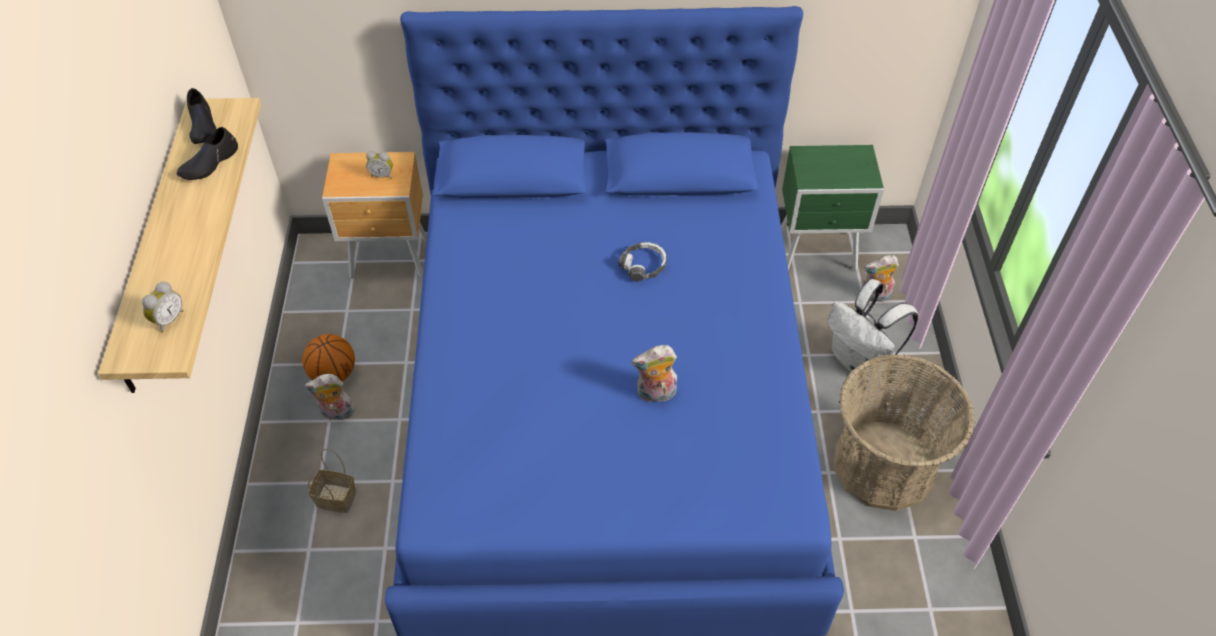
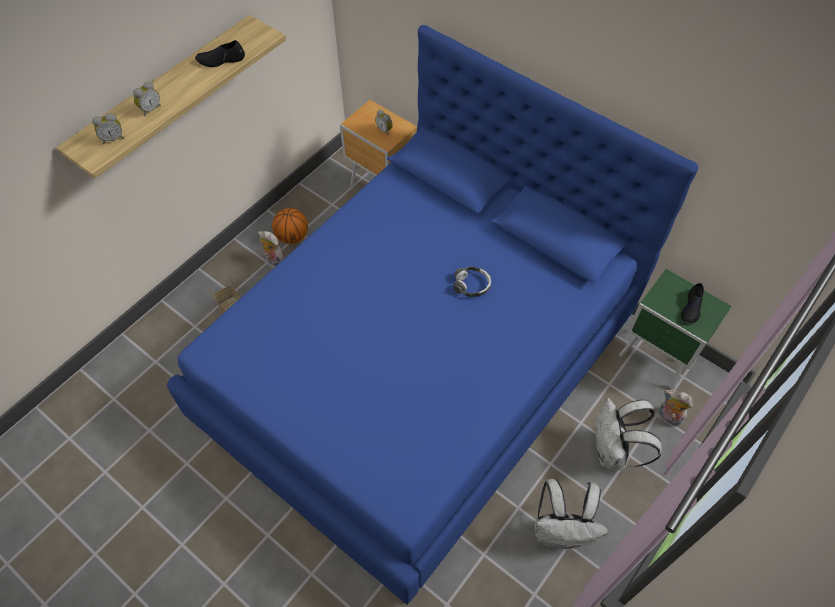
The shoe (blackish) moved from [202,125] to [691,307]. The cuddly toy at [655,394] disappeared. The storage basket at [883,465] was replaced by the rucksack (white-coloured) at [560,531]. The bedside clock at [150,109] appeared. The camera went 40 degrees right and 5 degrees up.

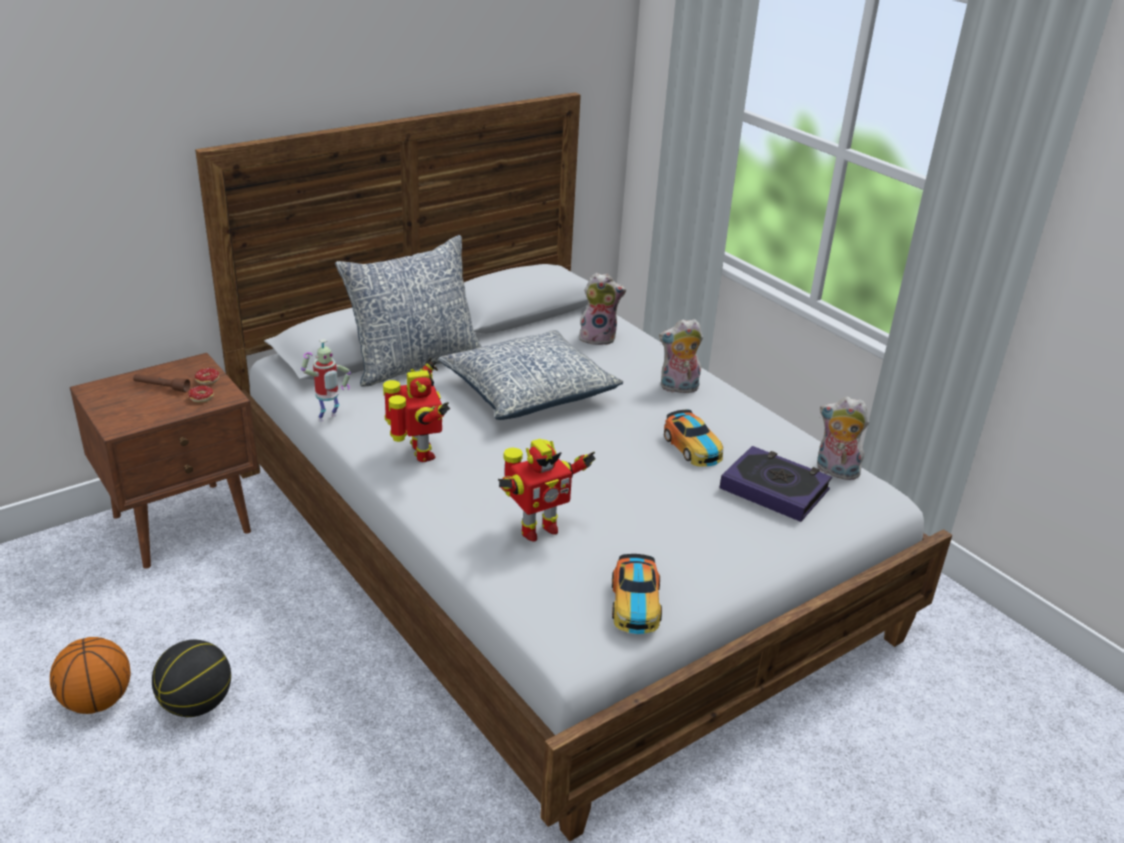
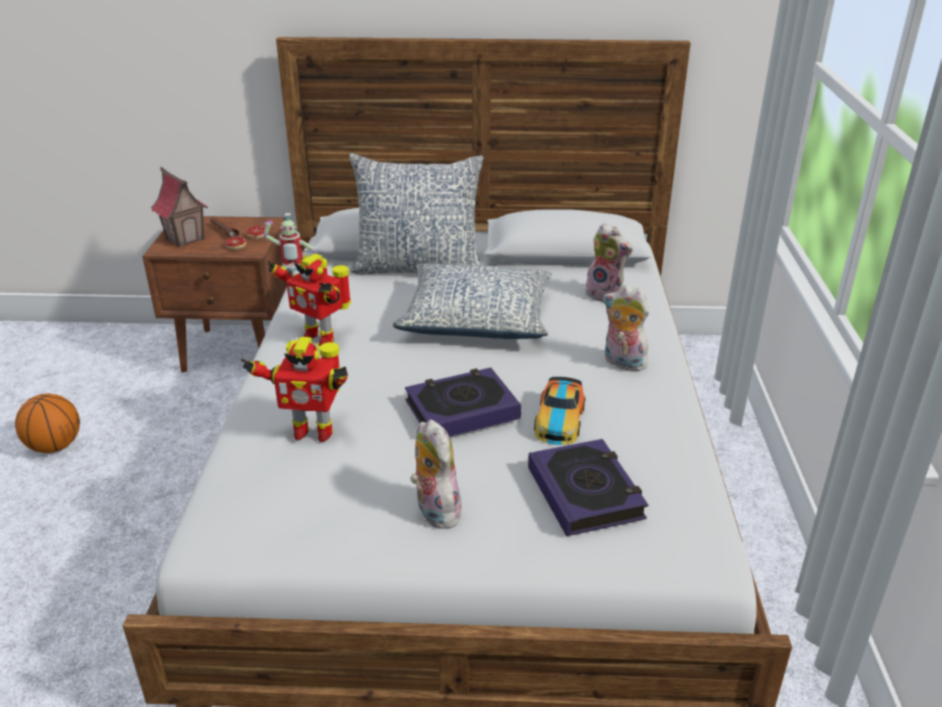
The basketball ball at [197,704] disappeared. The robot figure at [419,453] turned 105 degrees clockwise. The miniature car at [635,603] disappeared. The cuddly toy moved from [835,471] to [434,511]. The toy house at [185,238] appeared. The volume at [462,410] appeared. The camera went 40 degrees right and 0 degrees up.

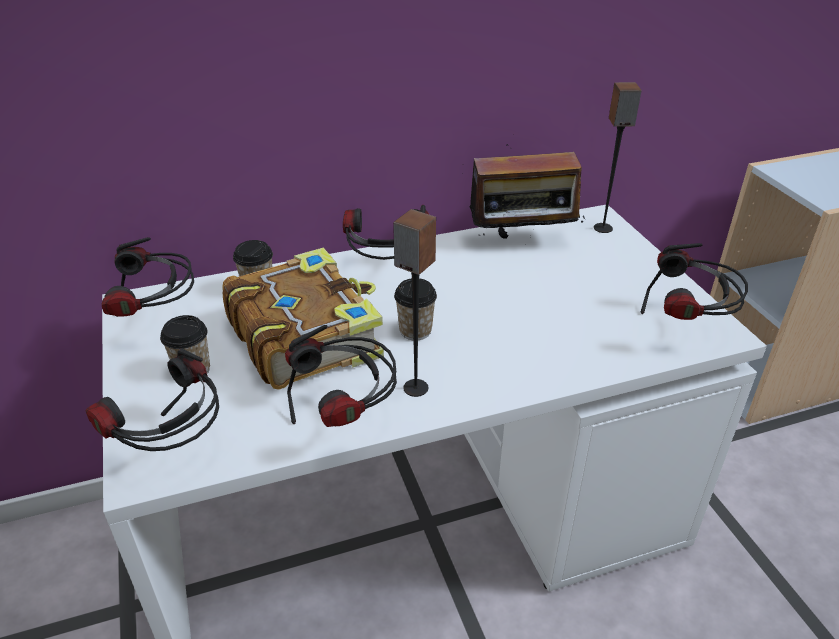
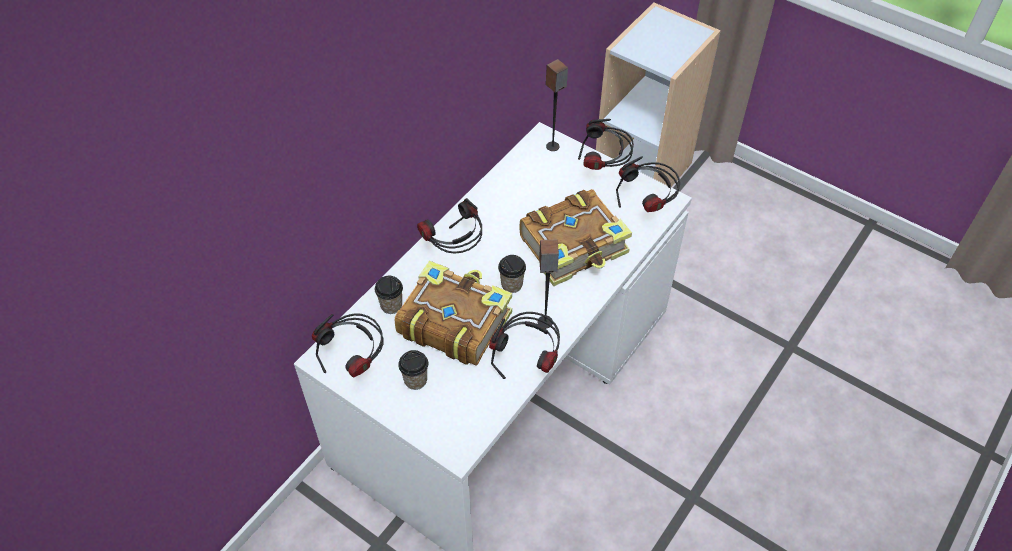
The headphones moved from [174,450] to [603,168]. The radio receiver at [522,242] disappeared. The volume at [575,246] appeared. The camera went 35 degrees left and 15 degrees up.

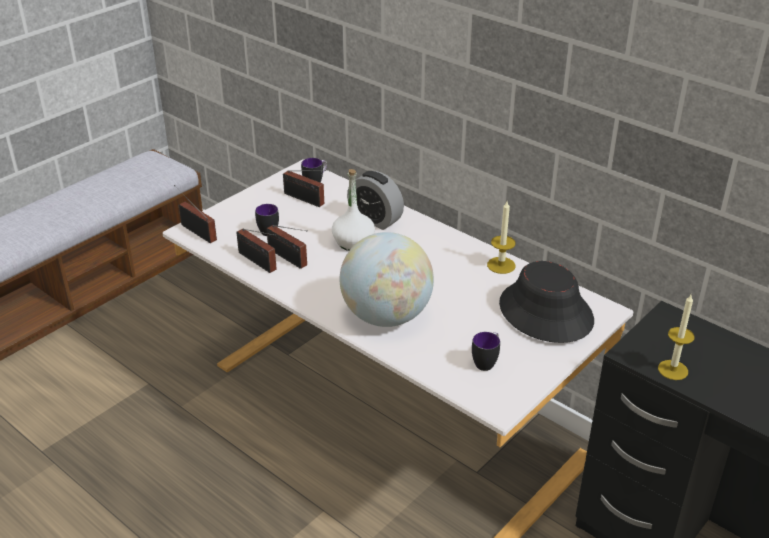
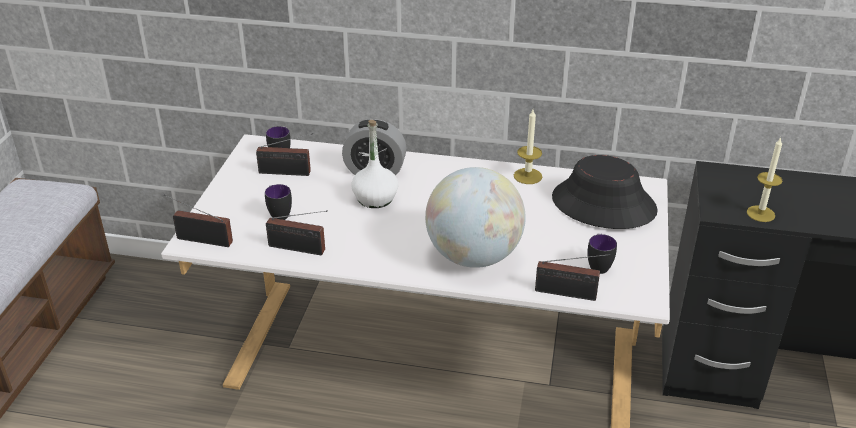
The radio receiver moved from [289,258] to [569,294]. The camera went 30 degrees left and 0 degrees up.

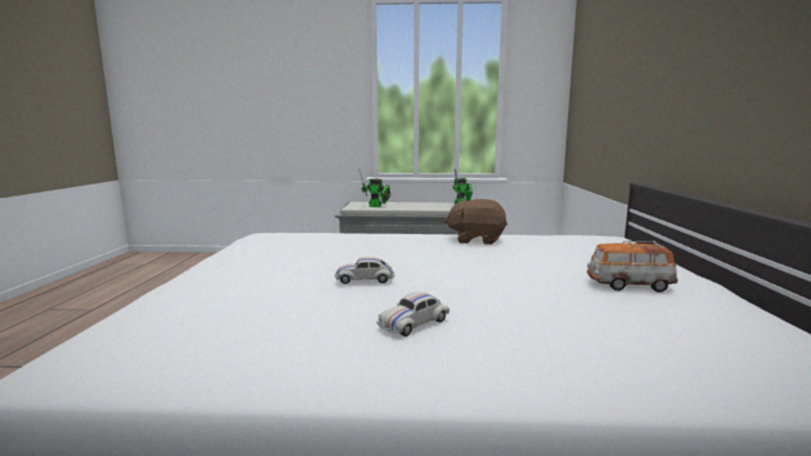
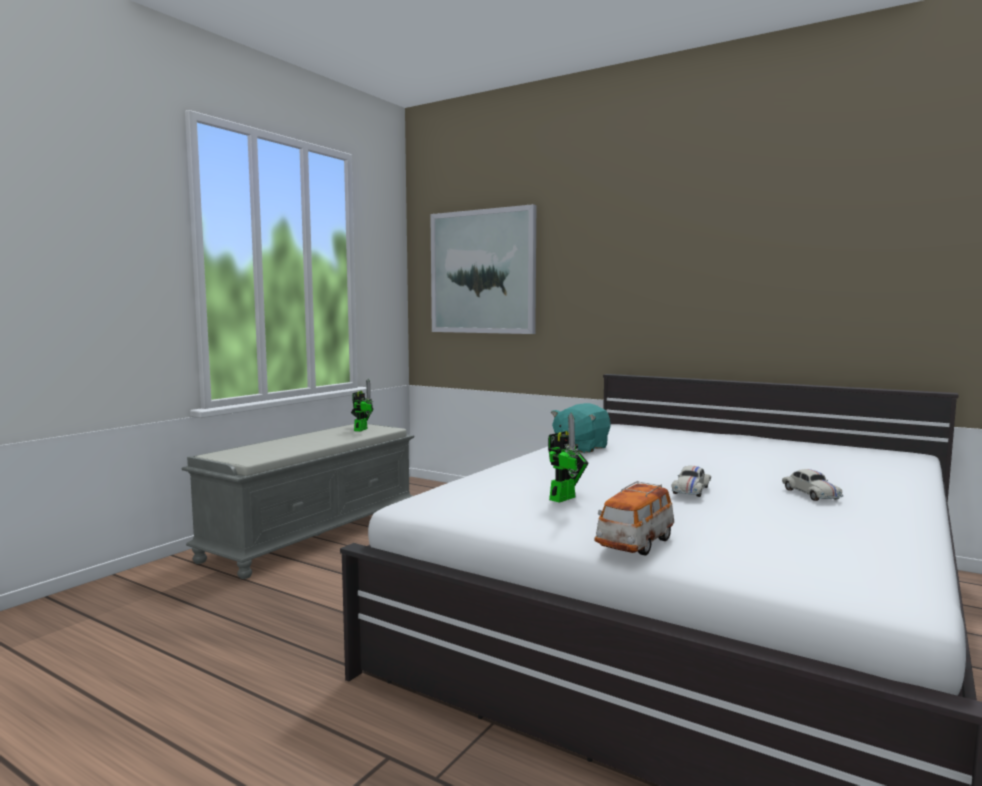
The robot figure moved from [377,206] to [565,497]. The cuddly toy (brownish) at [476,240] became the cuddly toy (turquoise-coloured) at [580,448]. The miniature car moved from [629,285] to [635,544]. The wall picture at [482,272] appeared. The camera went 60 degrees left and 5 degrees down.

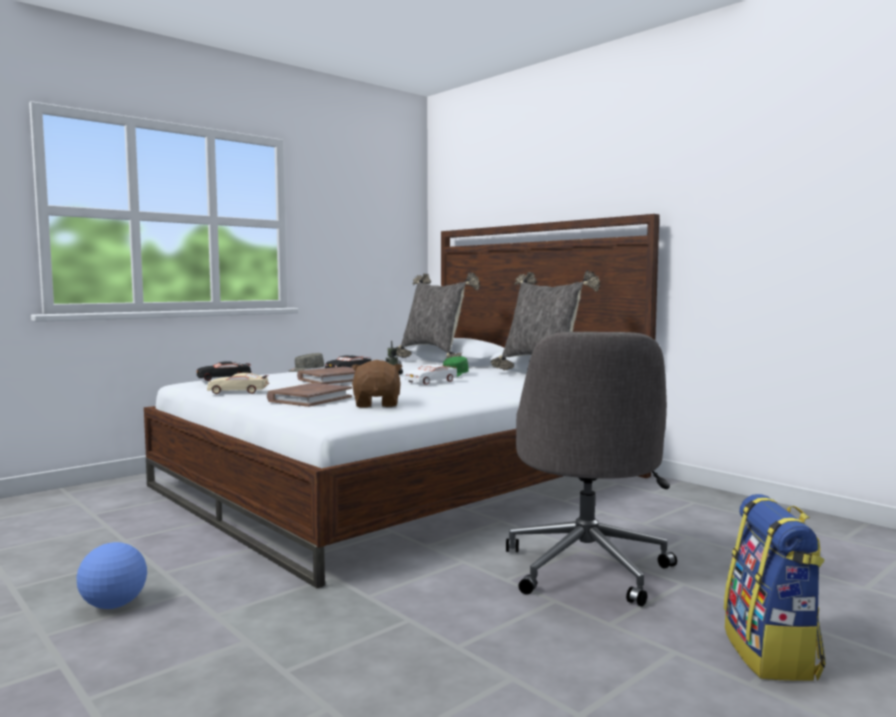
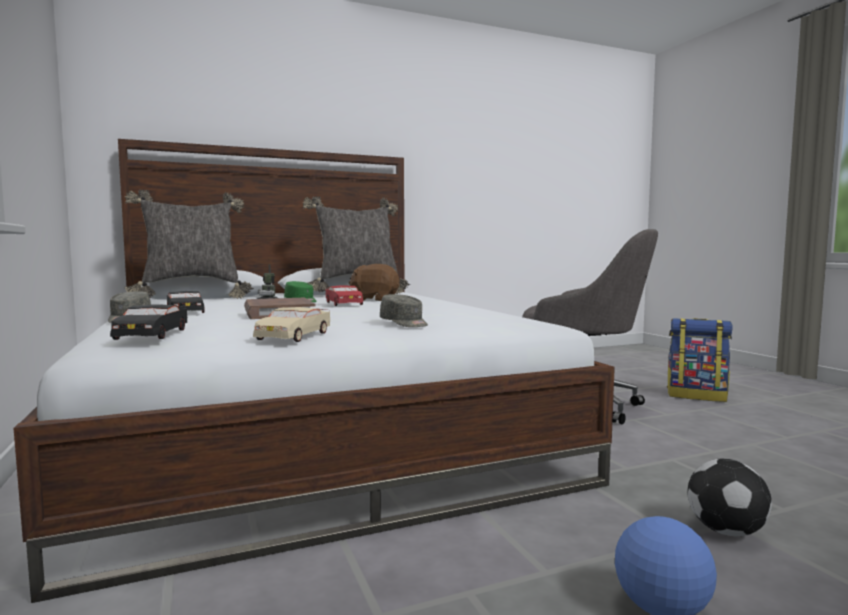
The volume (brownish) at [310,399] was replaced by the baseball cap (gray) at [404,323]. The cuddly toy (brownish) moved from [377,404] to [375,299]. The miniature car (white-coloured) at [431,381] became the miniature car (reddish) at [344,303]. The football at [727,531] appeared. The camera went 70 degrees left and 0 degrees up.

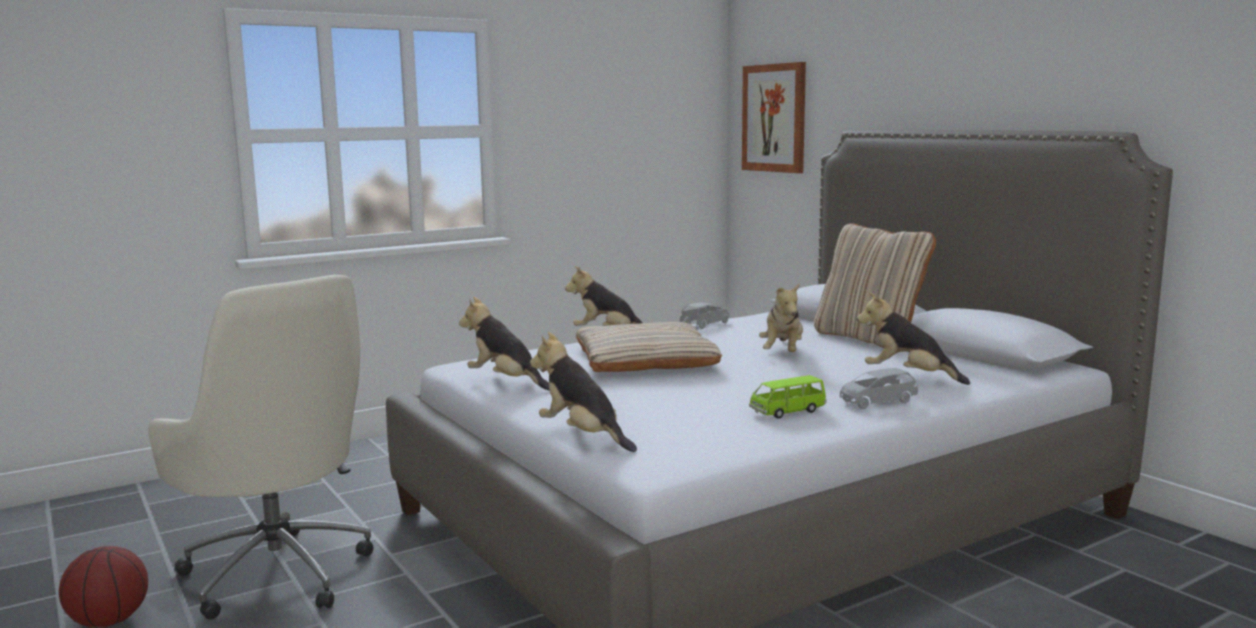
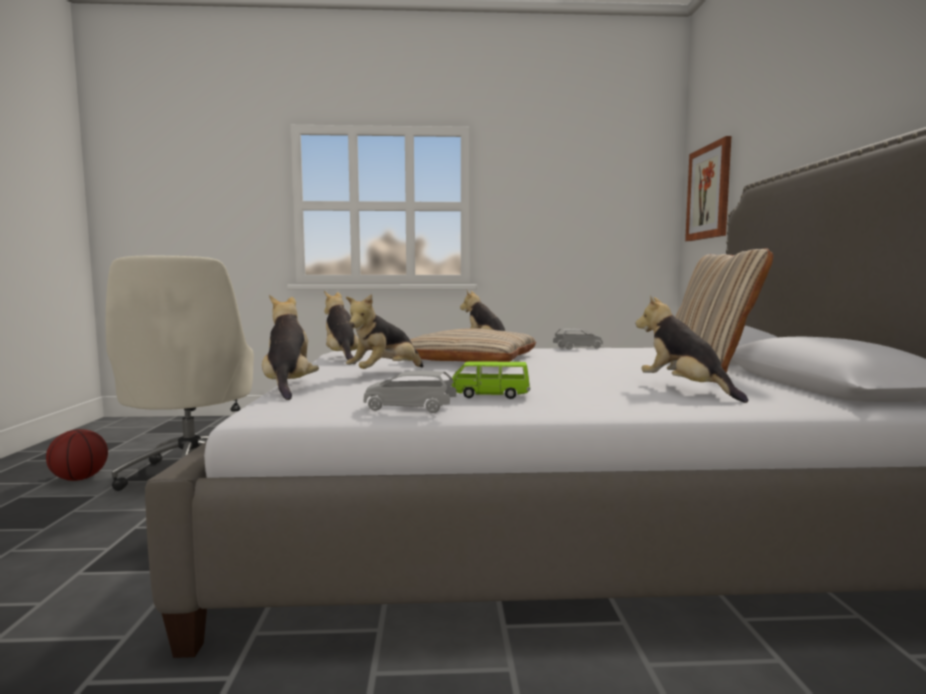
The cuddly toy moved from [783,353] to [385,374]. The miniature car (gray) moved from [877,402] to [409,408]. The camera went 30 degrees right and 5 degrees down.

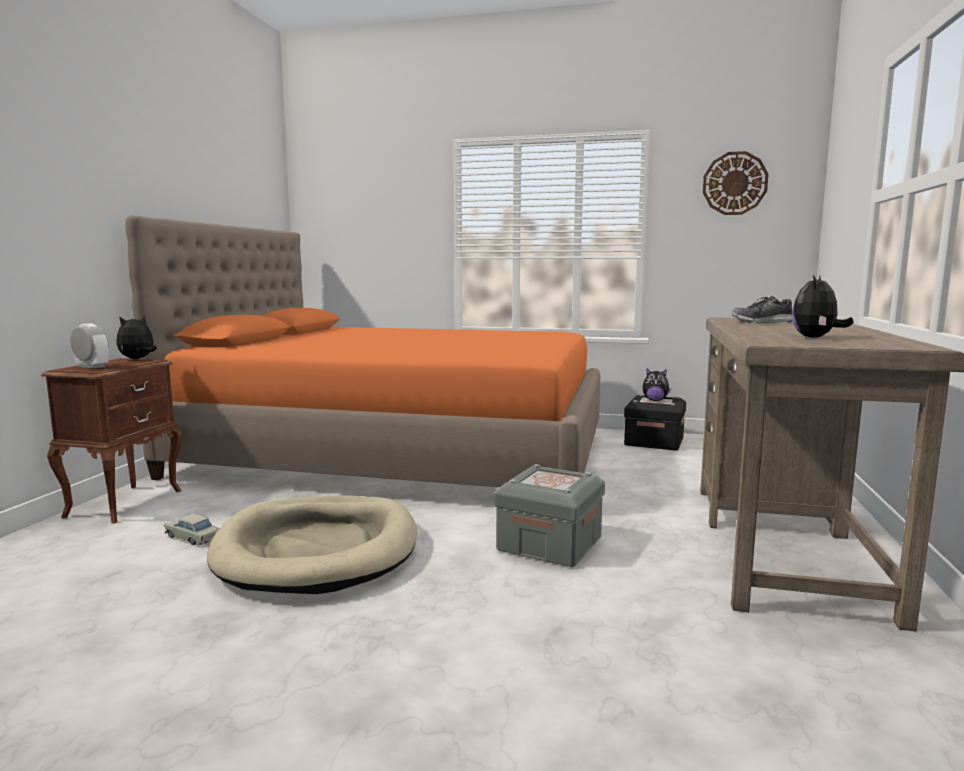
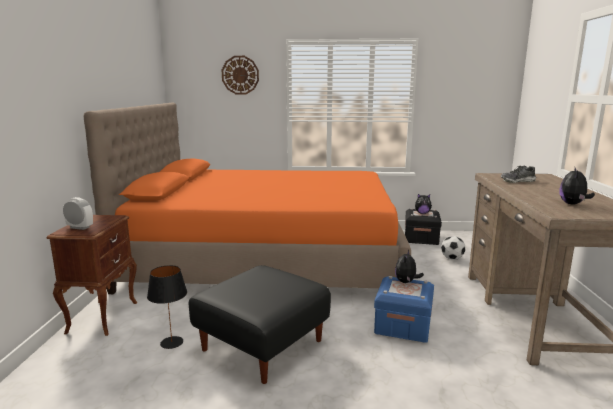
The cuddly toy moved from [138,359] to [406,282]. The miniature car (beige) at [193,538] was replaced by the table lamp (blackish) at [172,342]. The dog cushion (beige) at [317,550] was replaced by the pouffe (blackish) at [262,344]. The storage bin (gray) at [549,544] became the storage bin (blue-coloured) at [403,325]. The clock on the wall moved from [734,183] to [240,75]. The football at [452,258] appeared. The camera went 10 degrees left and 5 degrees up.

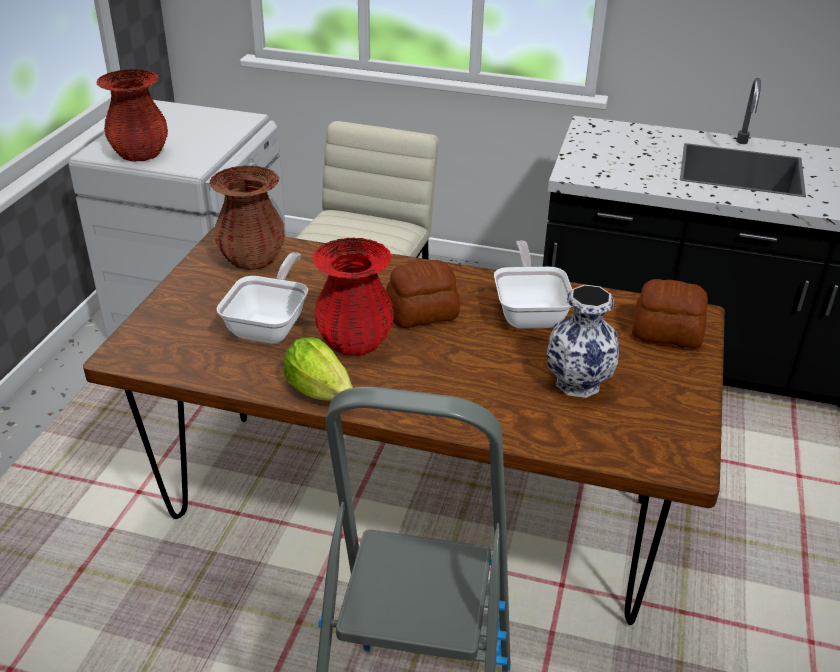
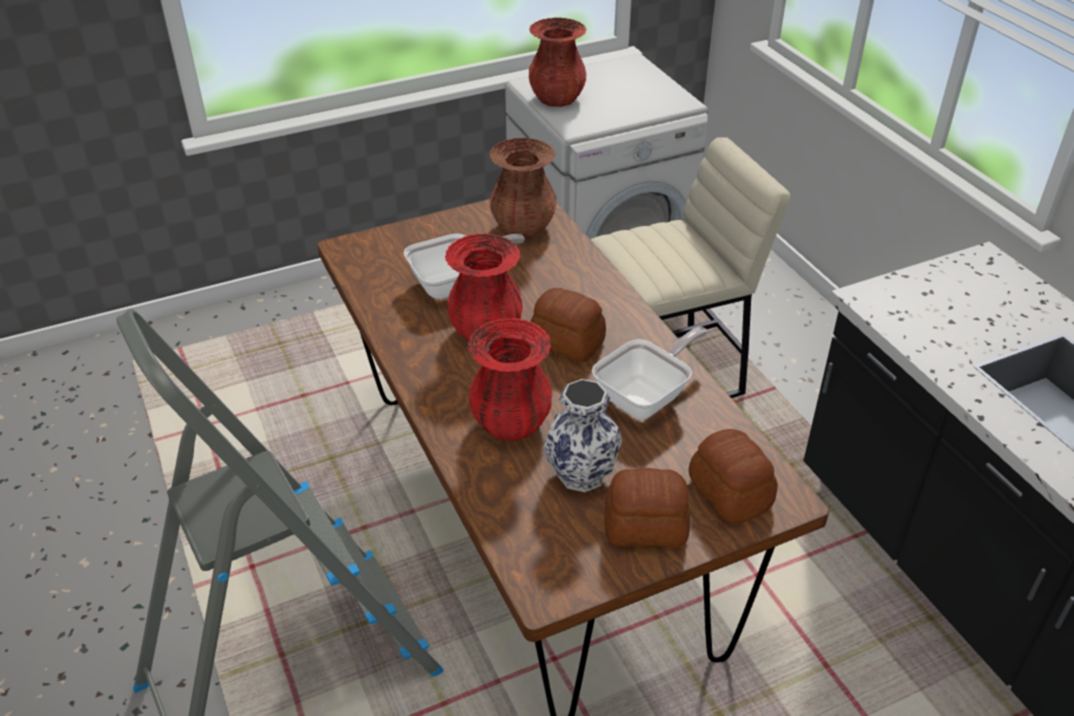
The lettuce at [319,390] disappeared. The flower vase (reddish) at [511,423] appeared. The bakery bread at [646,527] appeared. The camera went 50 degrees right and 5 degrees up.

